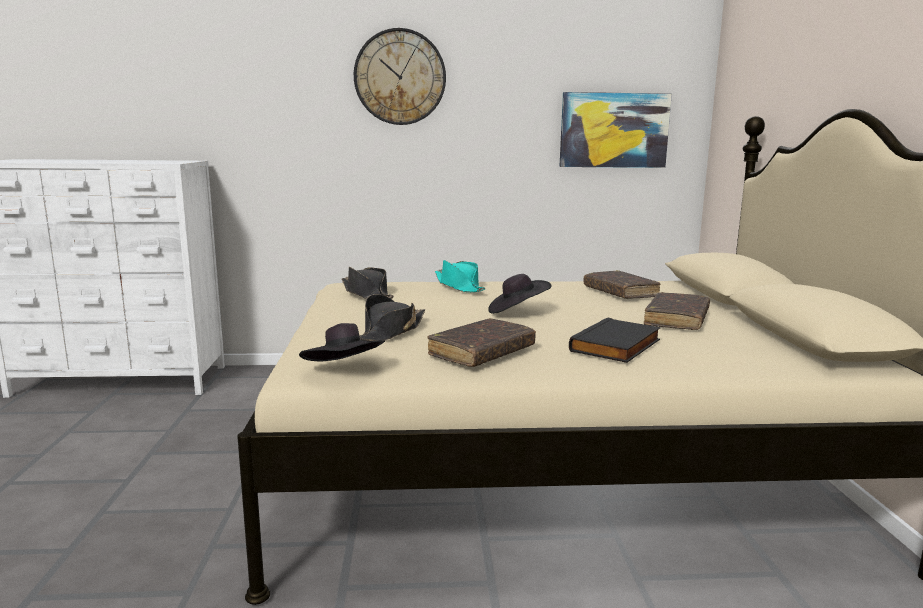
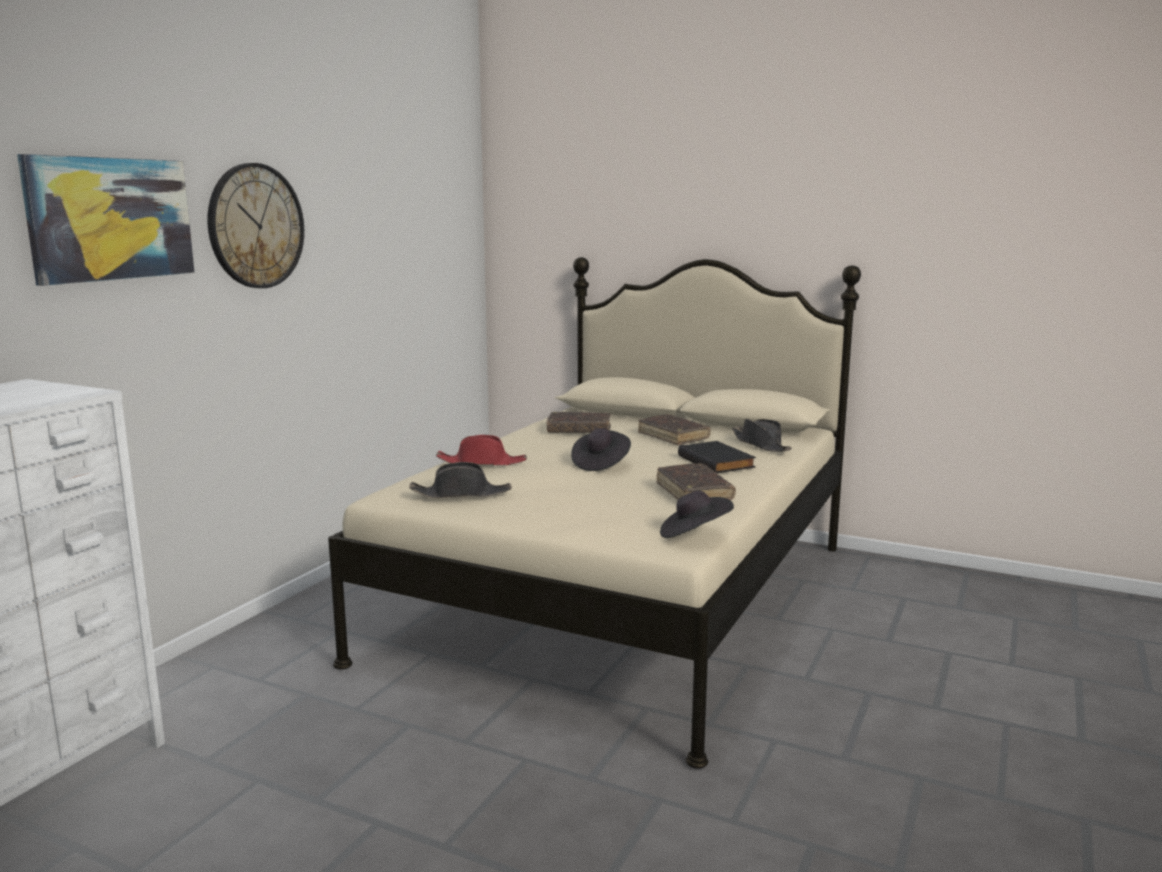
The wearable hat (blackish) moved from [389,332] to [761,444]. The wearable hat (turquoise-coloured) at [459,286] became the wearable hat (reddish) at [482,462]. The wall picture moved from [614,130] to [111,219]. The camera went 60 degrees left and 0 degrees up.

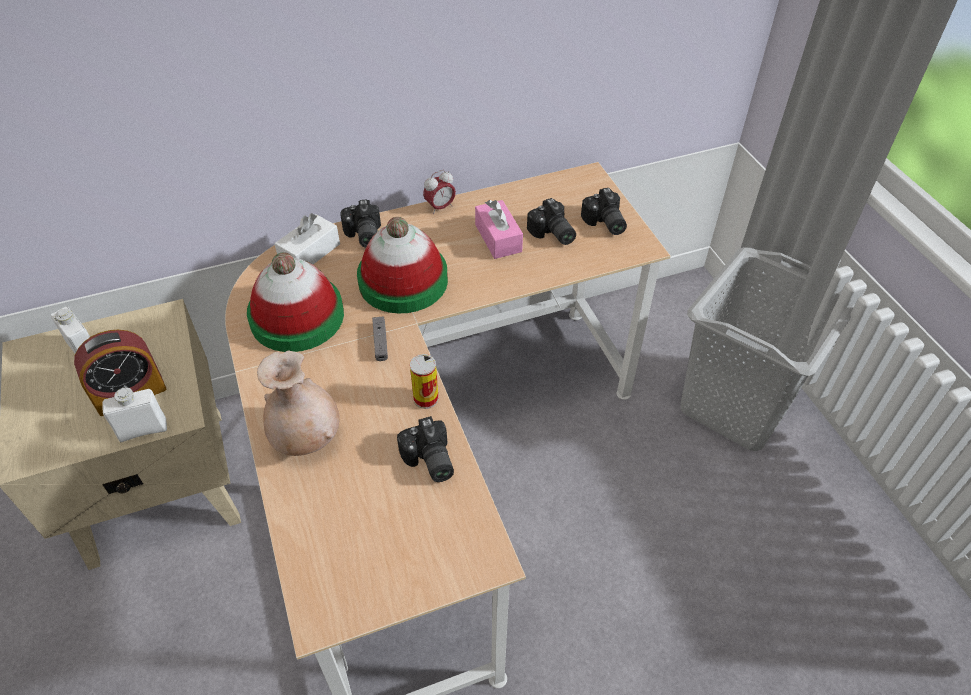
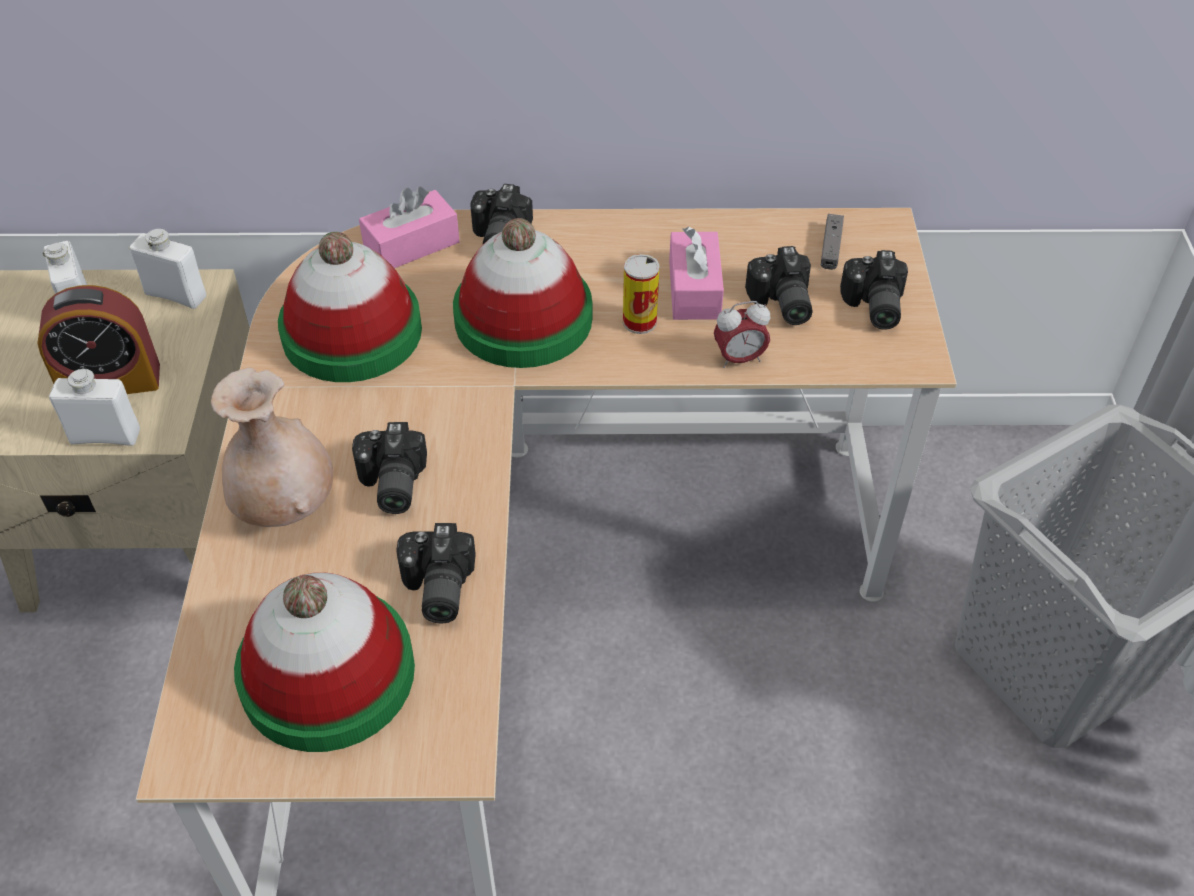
The tissue box (white-coloured) at [310,253] became the tissue box (pink) at [411,245]. The gamepad (gray) moved from [380,342] to [831,247]. The can moved from [426,398] to [639,322]. The bedside clock moved from [440,207] to [739,359]. The beverage bottle (white-coloured) at [176,295] appeared. The wearable hat at [327,673] appeared. The still camera at [389,485] appeared. The camera went 20 degrees right and 0 degrees up.

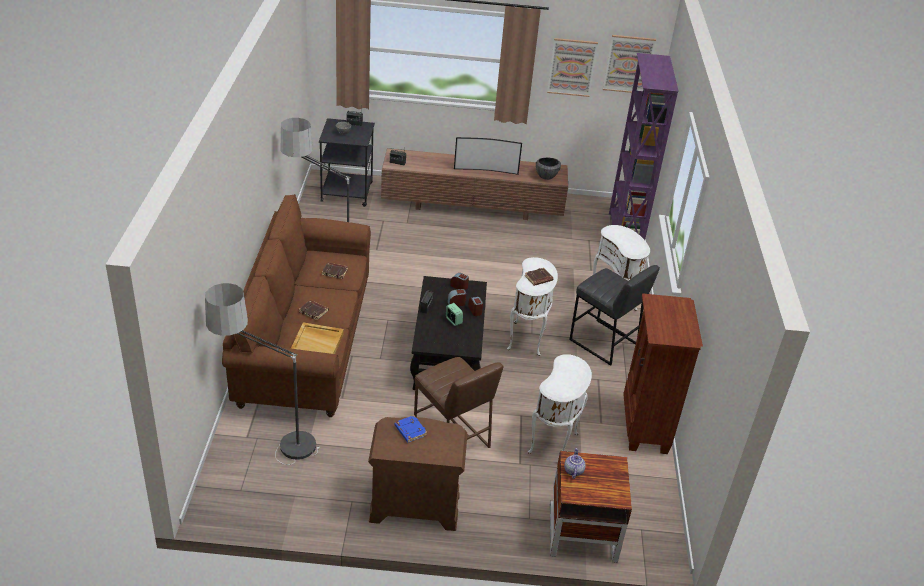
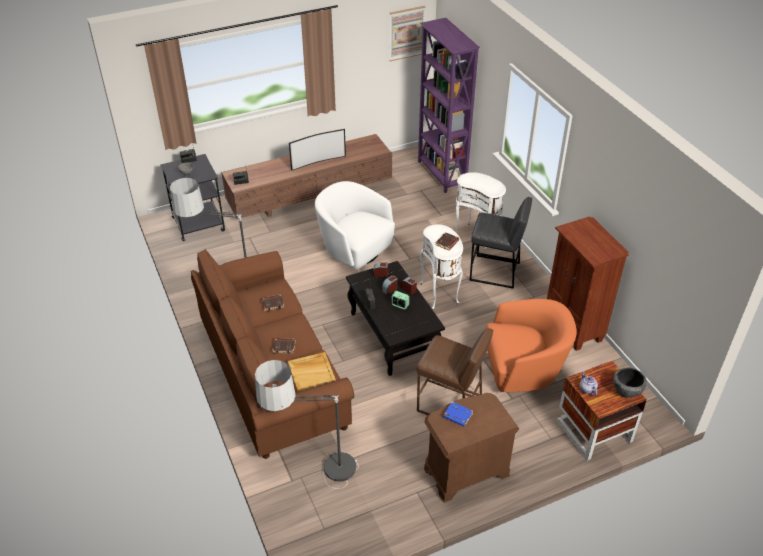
The side table (white-coloured) at [555,444] was replaced by the easy chair (orangey) at [523,370]. The bowl moved from [546,177] to [626,392]. The wall picture at [572,67] disappeared. The easy chair (white-coloured) at [354,249] appeared. The camera went 25 degrees left and 5 degrees up.

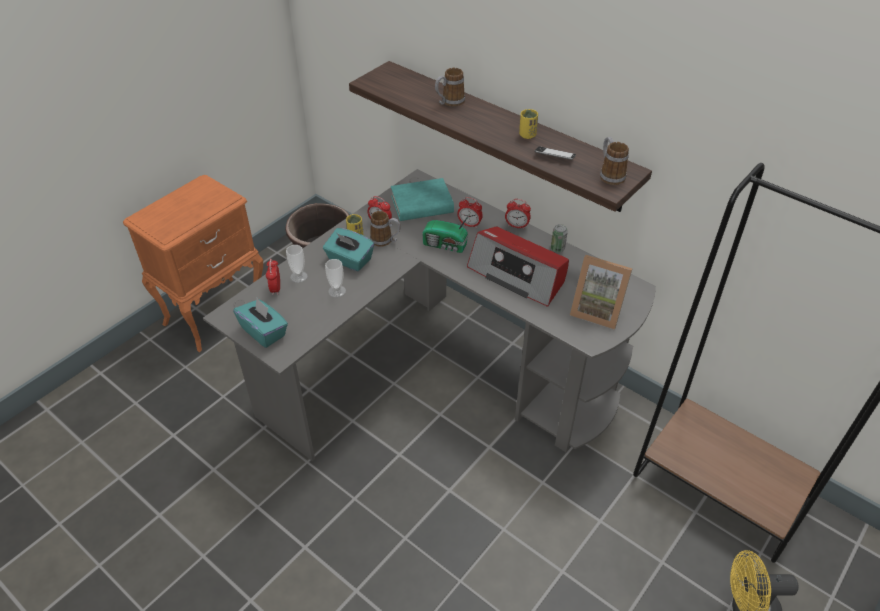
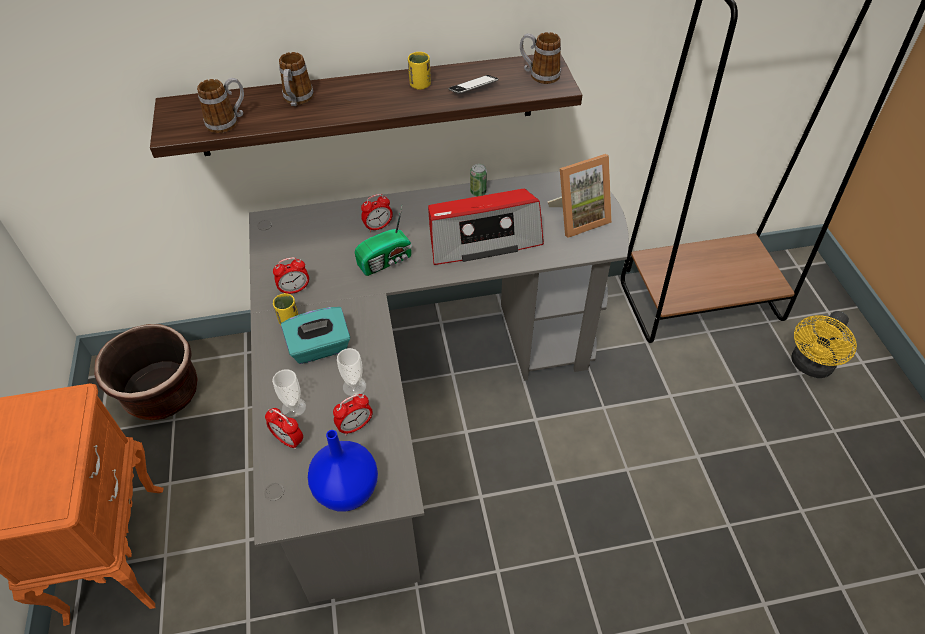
The tissue box (turquoise-coloured) at [264,332] was replaced by the flower vase (blue-coloured) at [346,491]. The tea mug moved from [385,241] to [228,122]. The volume (turquoise-coloured) at [422,205] disappeared. The bedside clock moved from [516,226] to [355,426]. The camera went 50 degrees left and 5 degrees up.

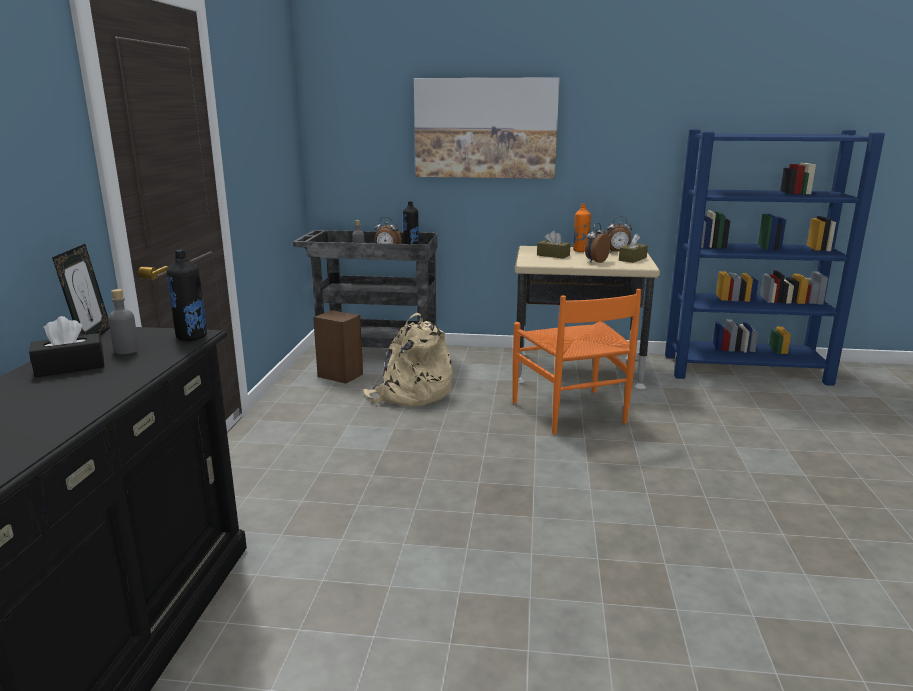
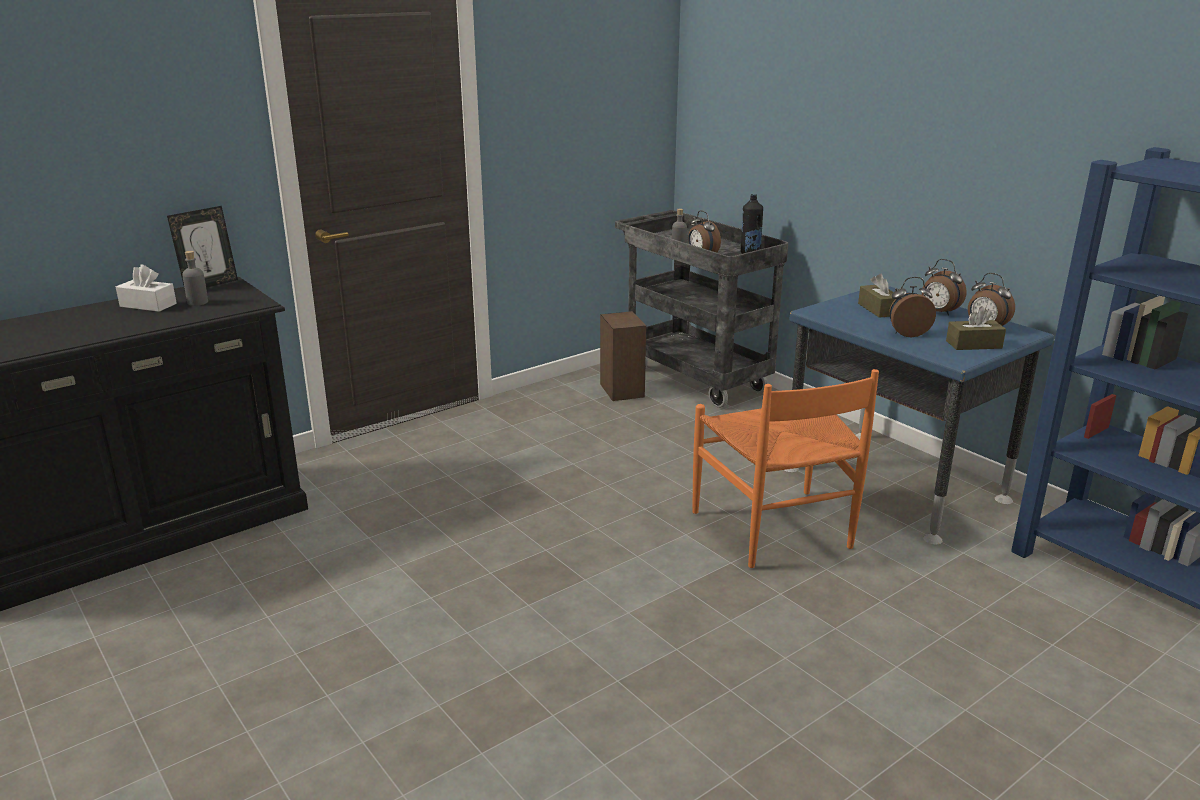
The tissue box (blackish) at [70,367] became the tissue box (white-coloured) at [148,305]. The beverage bottle (blackish) at [191,337] disappeared. The rucksack (beige) at [411,394] disappeared. The wall picture at [485,128] disappeared. The upright chair (orangey) at [572,412] turned 45 degrees counterclockwise. The desk (beige) at [577,368] became the desk (blue-coloured) at [895,483]. The beverage bottle (orangey) at [580,251] was replaced by the bedside clock at [938,312]. The camera went 45 degrees right and 5 degrees up.

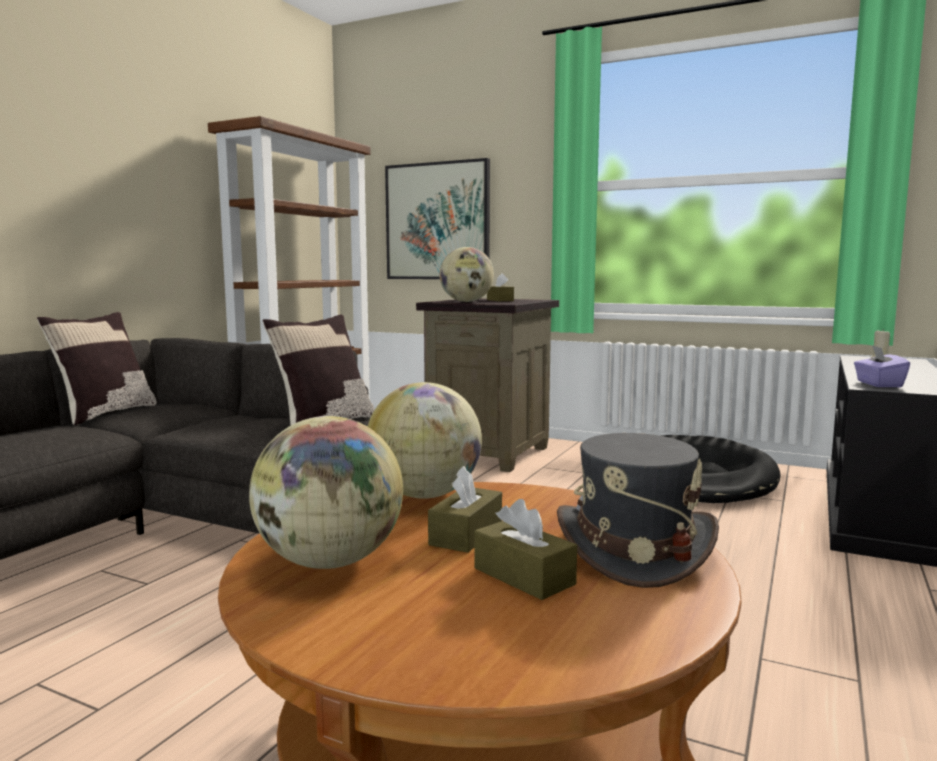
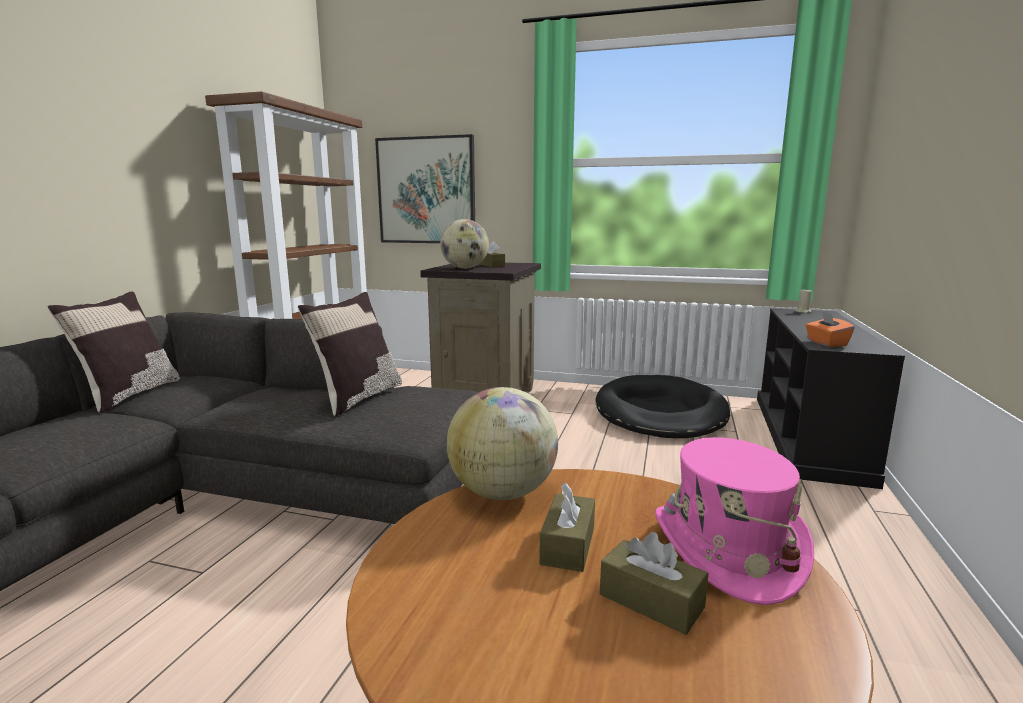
The globe at [329,562] disappeared. The wearable hat (gray) at [633,548] became the wearable hat (pink) at [727,549]. The tissue box (purple) at [878,384] became the tissue box (orangey) at [826,343]. The camera went 10 degrees left and 5 degrees up.

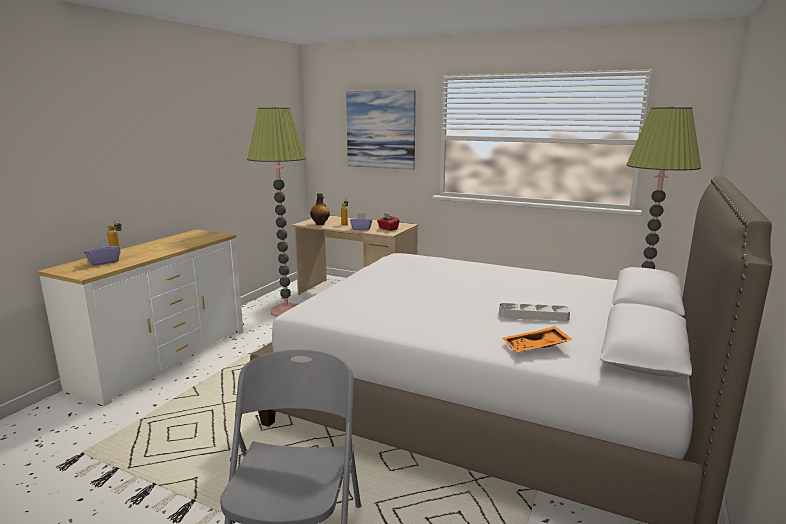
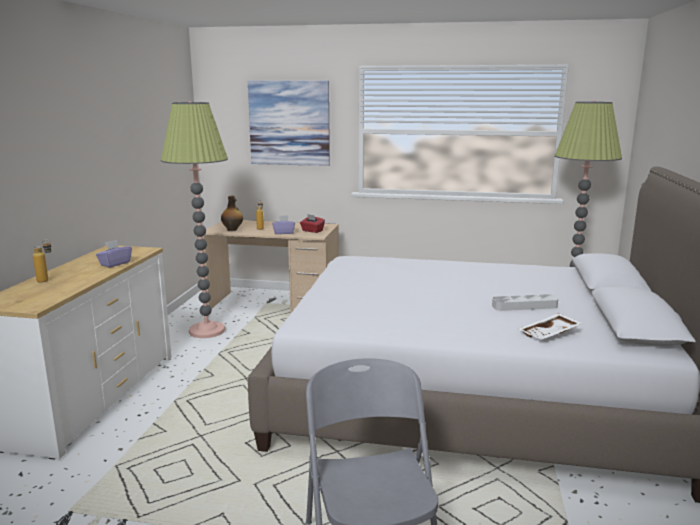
The tissue box (purple) moved from [103,262] to [115,264]. The carrying tray (orangey) at [536,347] became the carrying tray (white-coloured) at [550,334]. The camera went 15 degrees left and 0 degrees up.

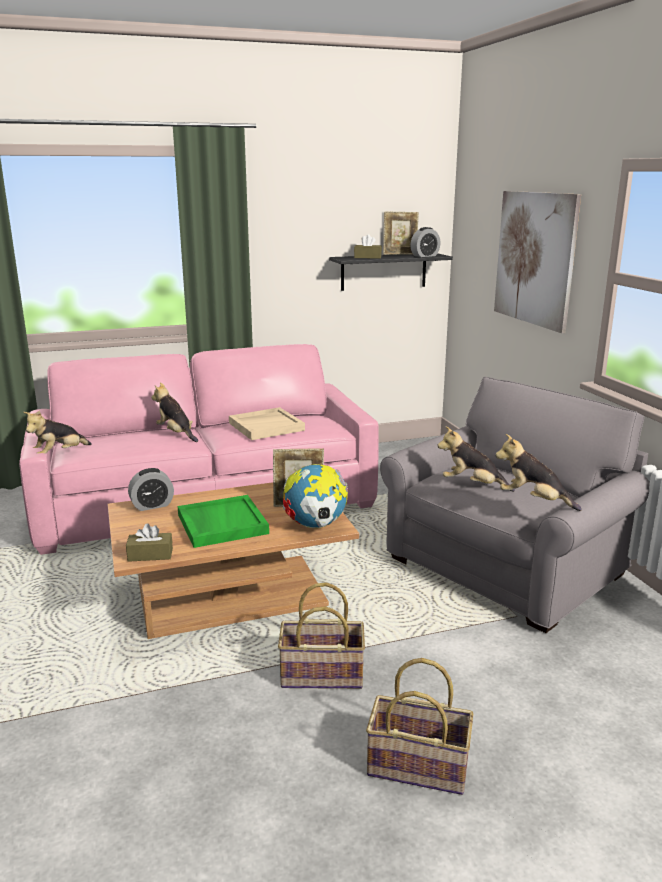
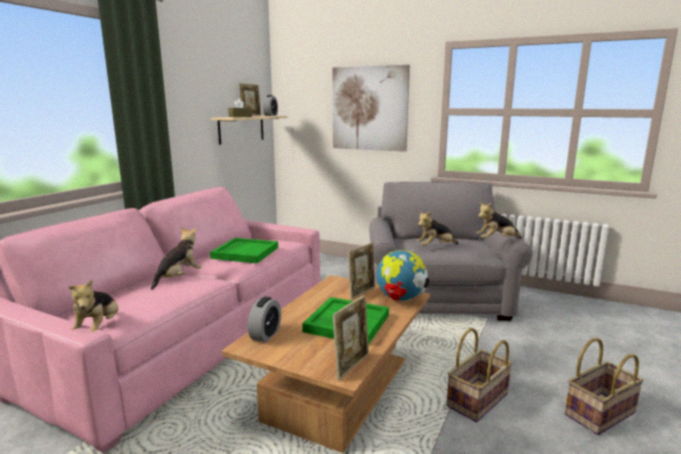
The tissue box (brownish) at [150,555] was replaced by the photo frame at [351,365]. The cuddly toy at [176,434] turned 120 degrees clockwise. The carrying tray (beige) at [266,426] became the carrying tray (greenish) at [245,252]. The bracket shelf (blackish) at [383,271] became the bracket shelf (beige) at [241,129]. The camera went 45 degrees left and 5 degrees down.

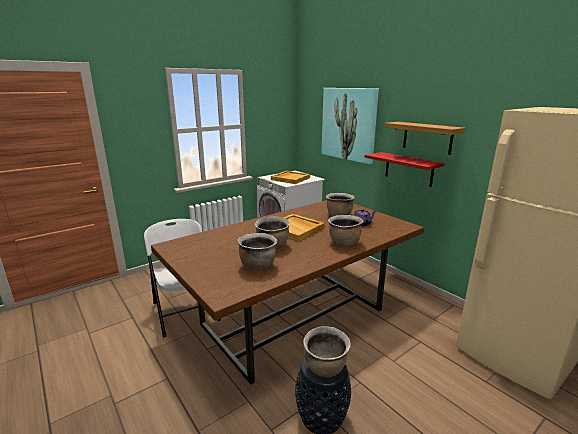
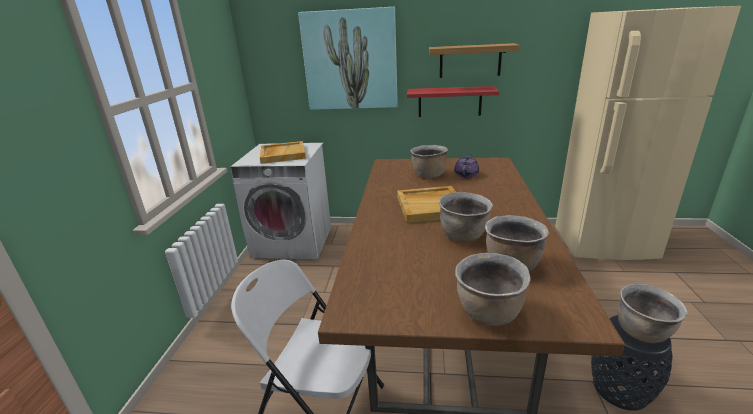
The stockpot (brownish) moved from [344,243] to [488,313]. The camera went 45 degrees left and 5 degrees up.

